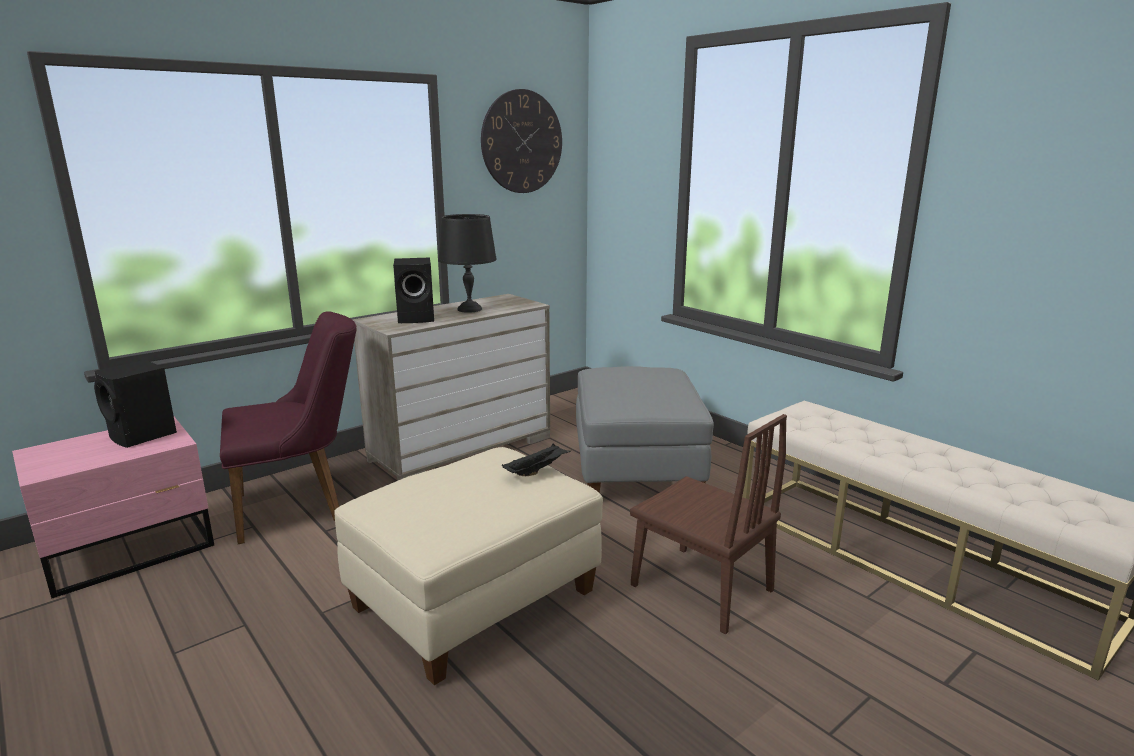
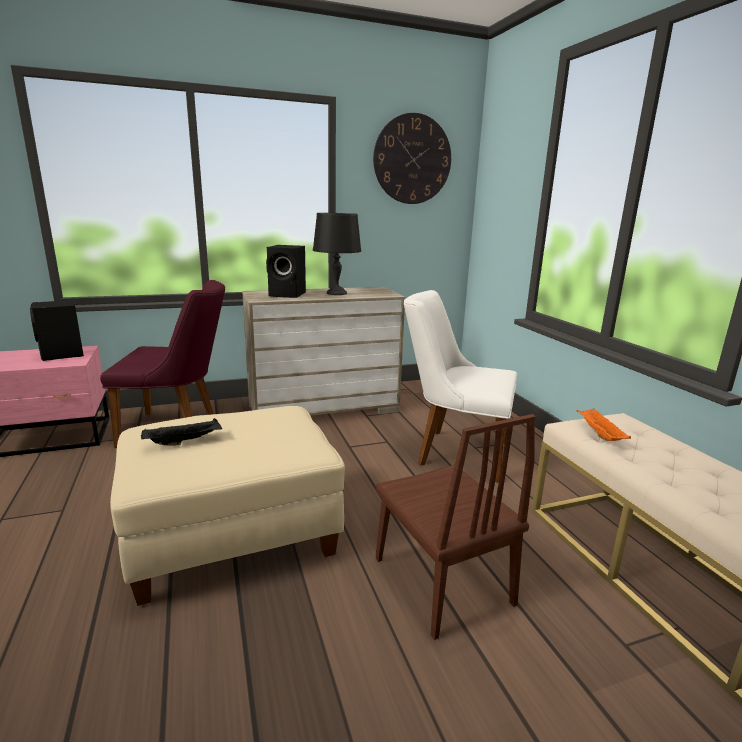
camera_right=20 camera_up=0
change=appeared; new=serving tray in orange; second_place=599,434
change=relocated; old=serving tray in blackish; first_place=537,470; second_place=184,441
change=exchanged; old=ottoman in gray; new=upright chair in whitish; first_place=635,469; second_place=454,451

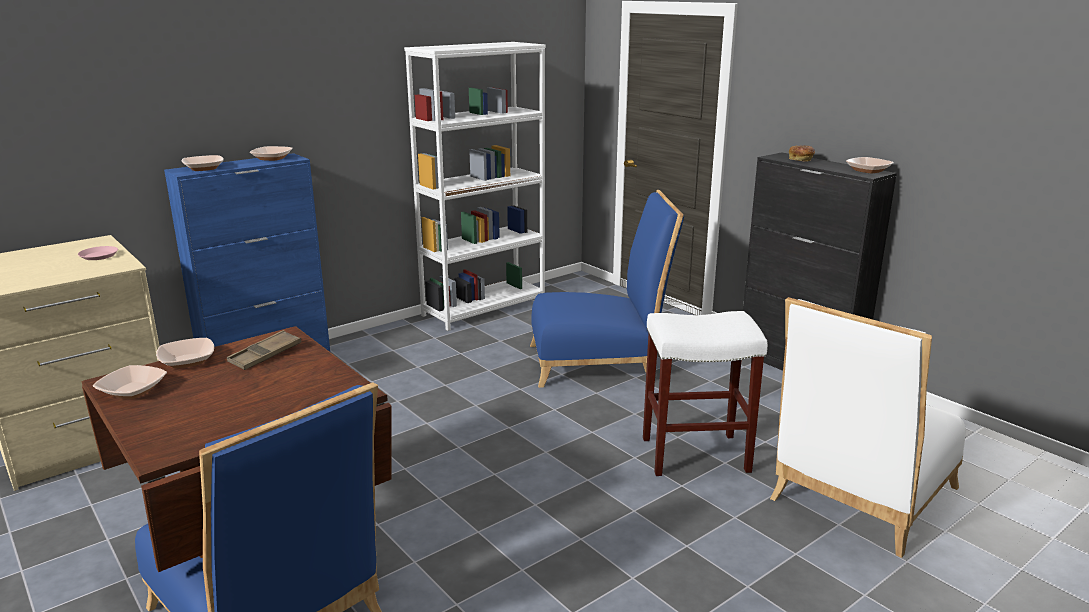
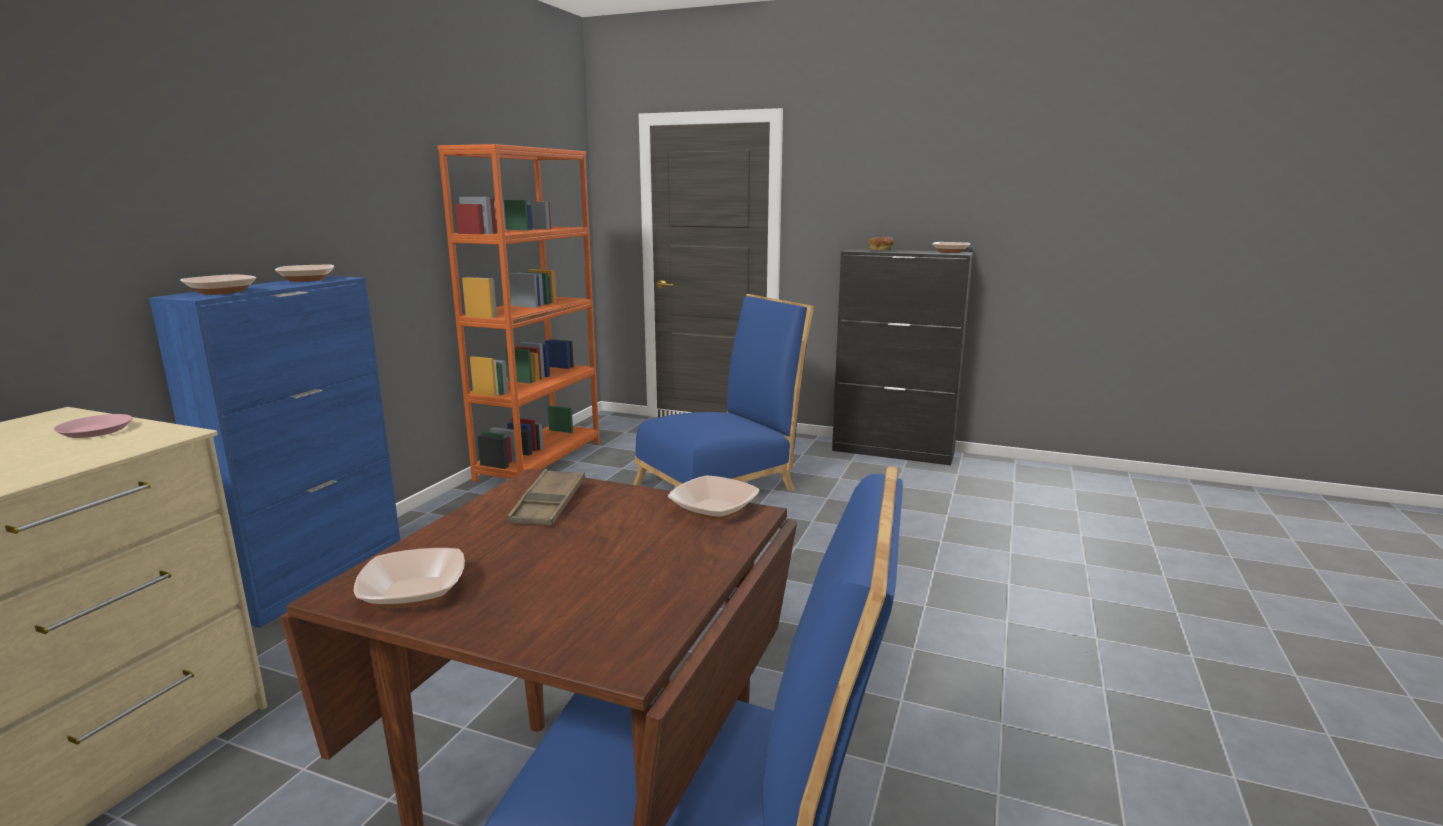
camera_right=-30 camera_up=-5
change=missing; old=stool in whitish; first_place=693,455
change=missing; old=upright chair in whitish; first_place=859,498
change=relocated; old=serving bowl; first_place=187,361; second_place=714,509
change=colour; old=bookcase in whitish; new=bookcase in orange; first_place=484,308; second_place=540,461

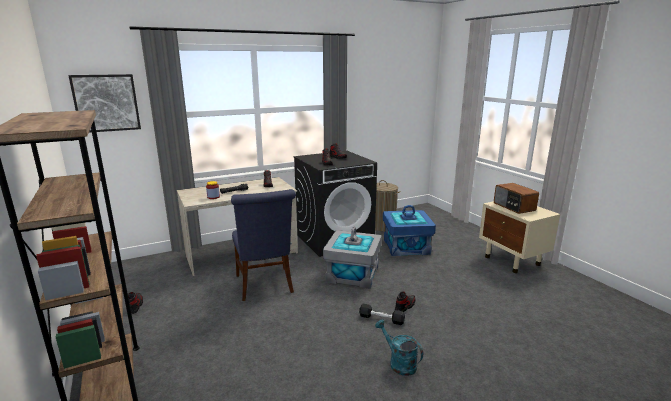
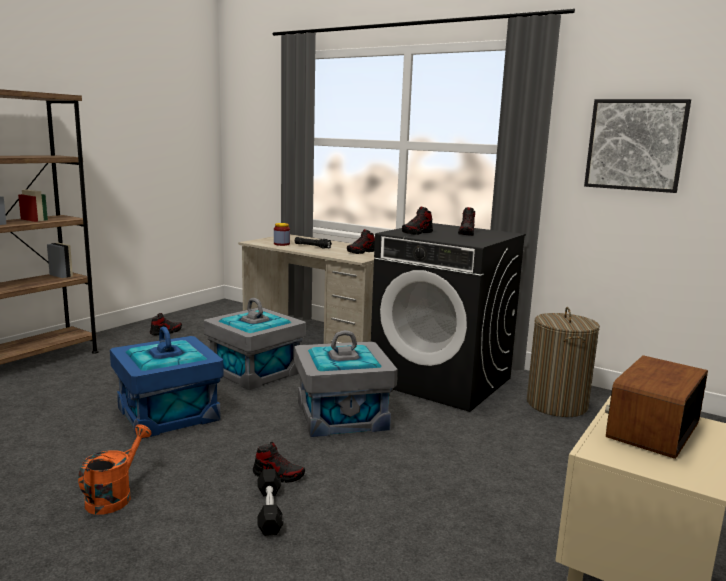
camera_right=60 camera_up=-5
change=relocated; old=wall picture; first_place=106,103; second_place=635,145
change=relocated; old=dumbbell in blackish; first_place=381,319; second_place=269,510
change=relocated; old=storage container in blue-coloured; first_place=406,246; second_place=169,413
change=exchanged; old=upright chair in blue-coloured; new=storage container in gray; first_place=265,285; second_place=254,372
change=colour; old=watering pot in turquoise; new=watering pot in orange; first_place=399,363; second_place=114,496

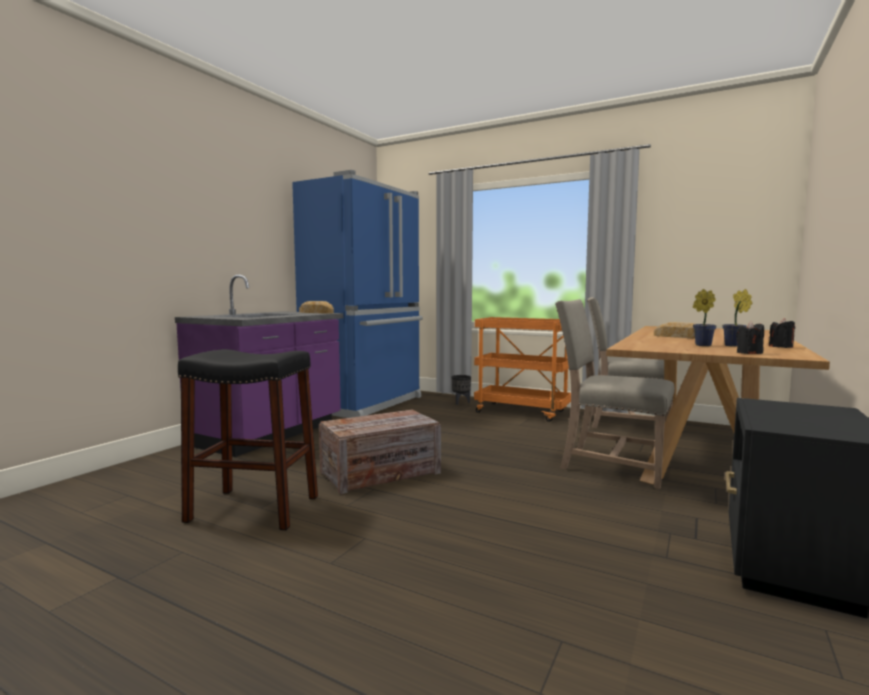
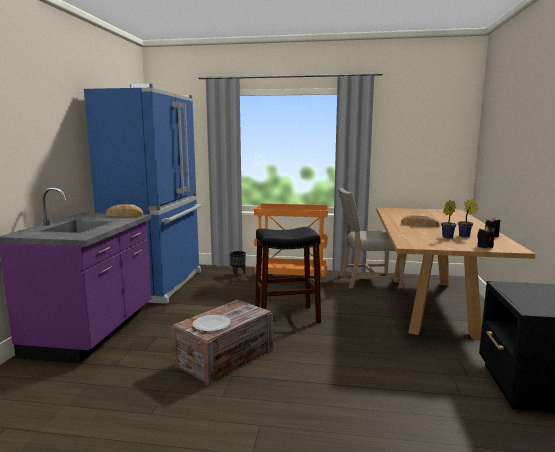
camera_right=-20 camera_up=5
change=missing; old=upright chair in sand-coloured; first_place=611,465
change=appeared; new=flat dish; second_place=212,325
change=relocated; old=stool in blackish; first_place=254,508; second_place=286,316

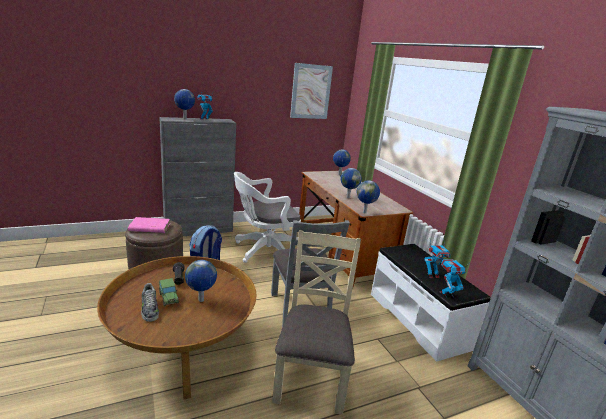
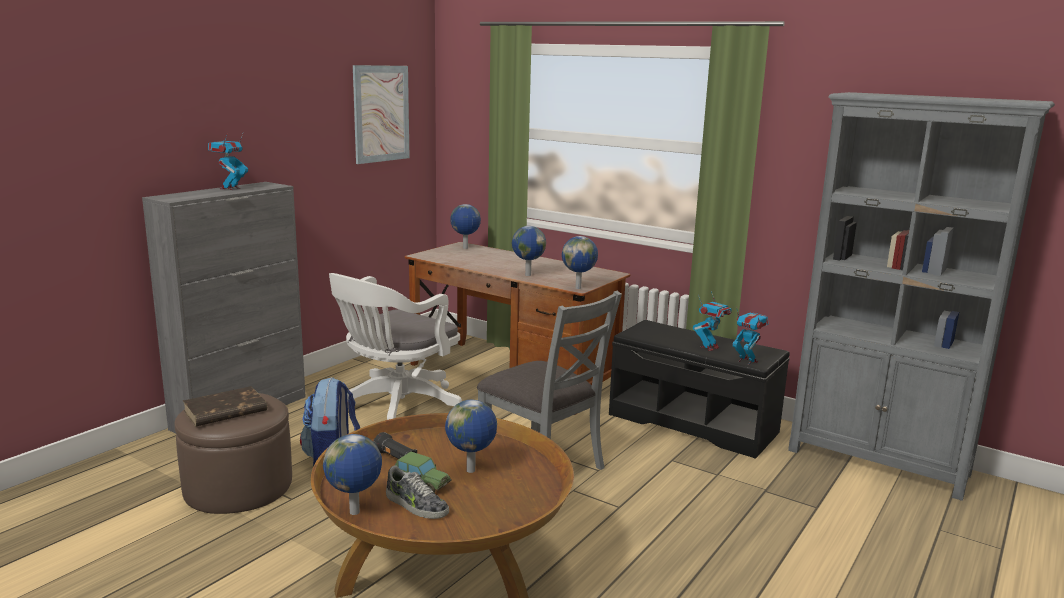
camera_right=-30 camera_up=-5
change=missing; old=upright chair in sand-coloured; first_place=311,376
change=relocated; old=globe; first_place=185,119; second_place=355,513
change=colour; old=volume in pinkish; new=volume in brownish; first_place=149,227; second_place=224,411
change=colour; old=long seat in whitish; new=long seat in blackish; first_place=418,319; second_place=693,423
change=spun; old=robot figure; first_place=446,294; second_place=747,361; degrees=90

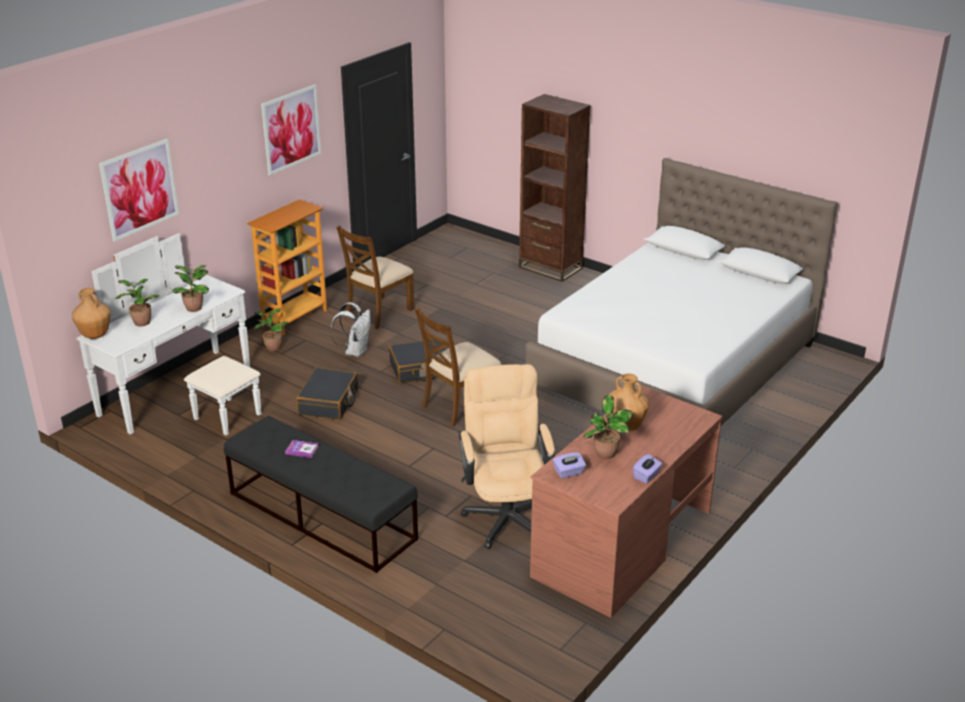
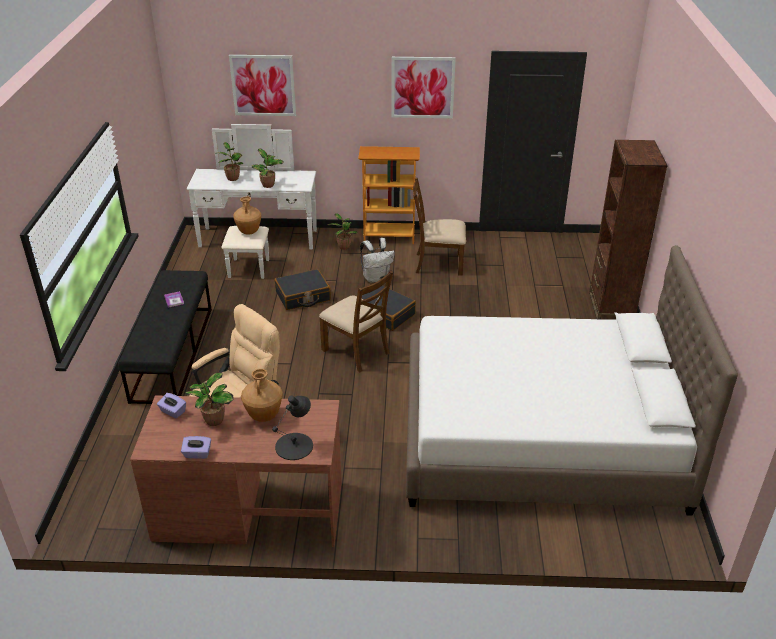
camera_right=55 camera_up=5
change=appeared; new=tabletop lamp in blackish; second_place=295,446
change=relocated; old=vase in brownish; first_place=95,335; second_place=249,232
change=spun; old=upright chair in brownish; first_place=459,405; second_place=356,351; degrees=-150

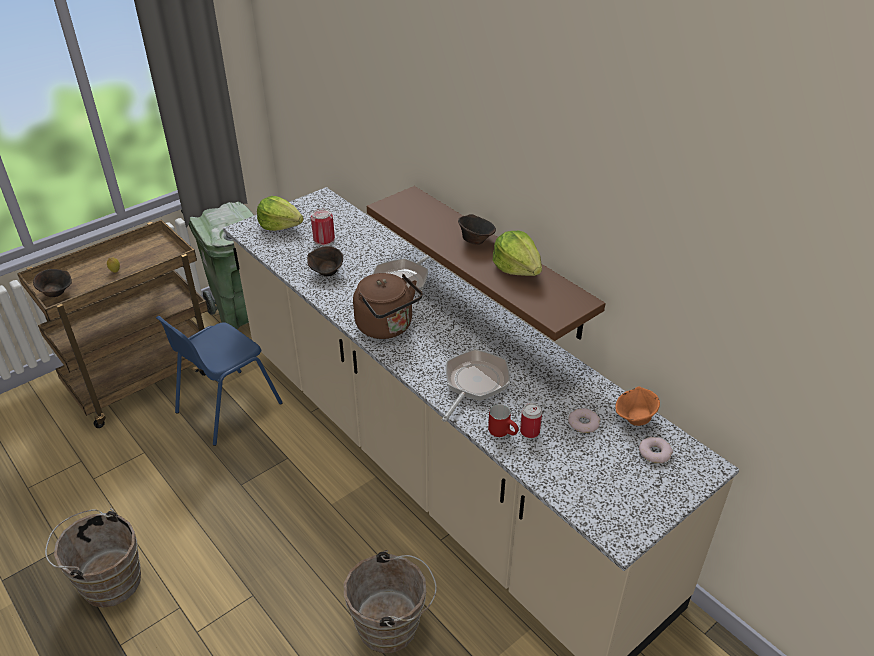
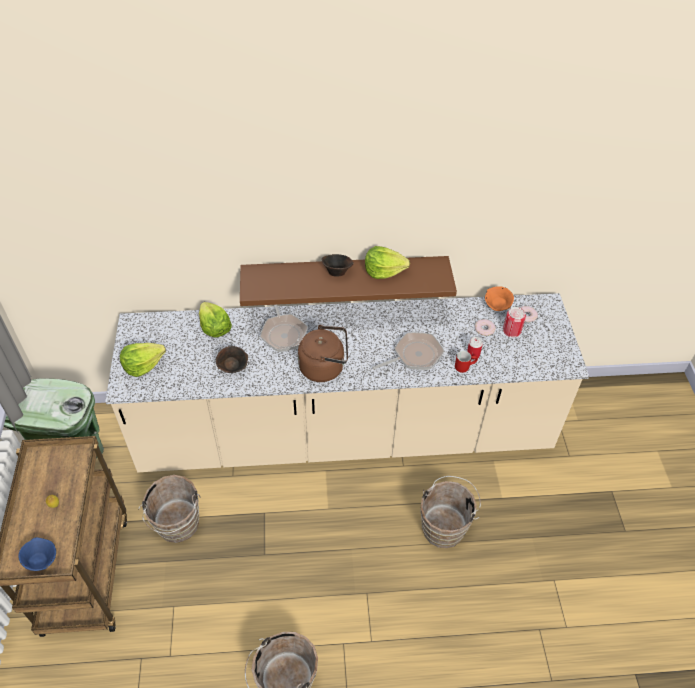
camera_right=-55 camera_up=10
change=appeared; new=head of lettuce; second_place=214,328
change=relocated; old=can; first_place=324,239; second_place=512,330
change=exchanged; old=upright chair in blue-coloured; new=water bucket in brownish; first_place=227,407; second_place=177,527
change=colour; old=serving bowl in brownish; new=serving bowl in blue-coloured; first_place=57,293; second_place=41,561
change=spun; old=frying pan; first_place=474,383; second_place=414,355; degrees=90

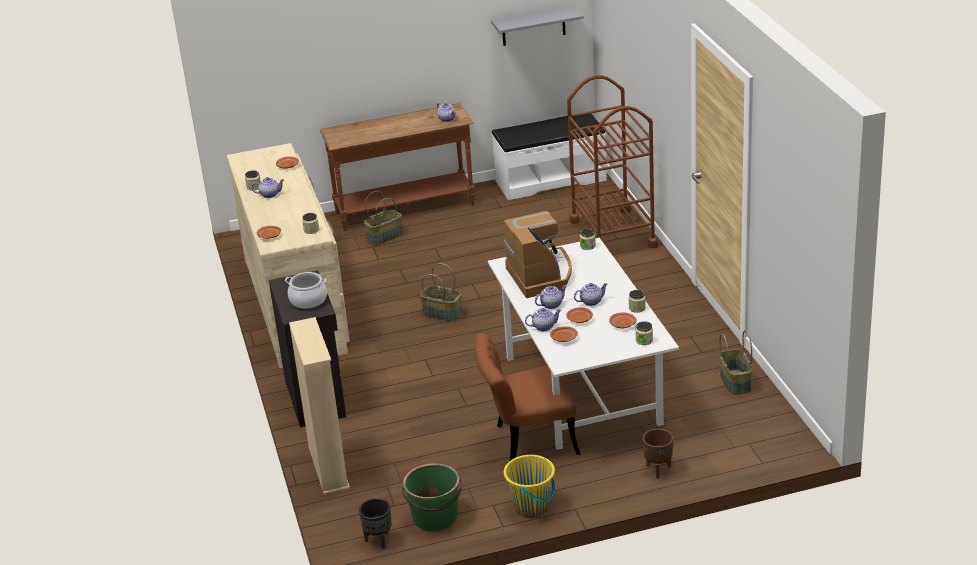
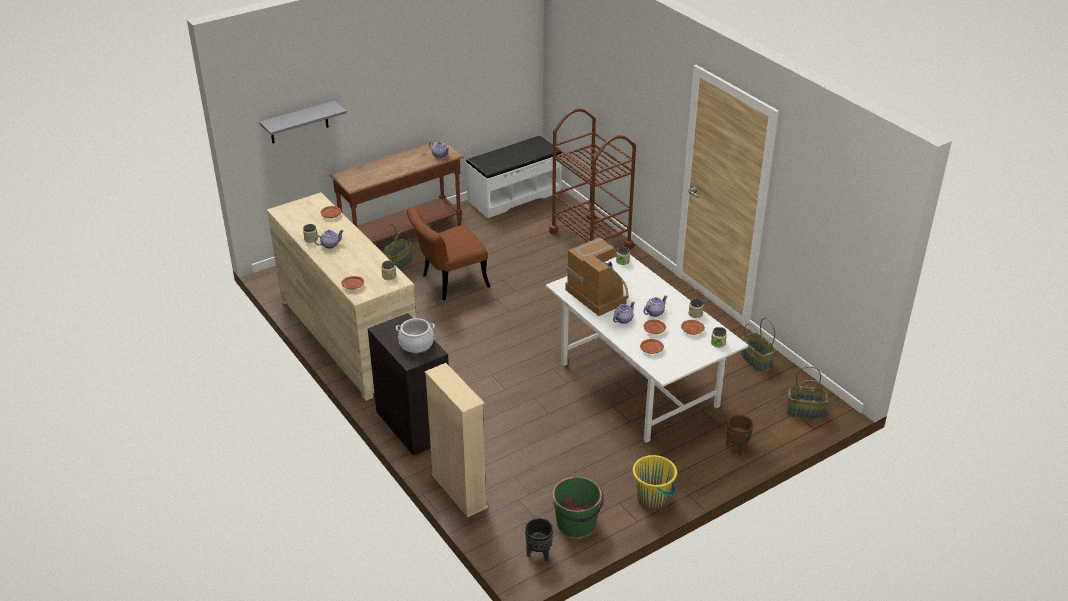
camera_right=-20 camera_up=5
change=missing; old=teapot; first_place=544,327
change=relocated; old=household basket; first_place=443,313; second_place=805,411
change=relocated; old=upright chair in brownish; first_place=527,441; second_place=448,283
change=relocated; old=shelf in gray; first_place=533,26; second_place=299,123

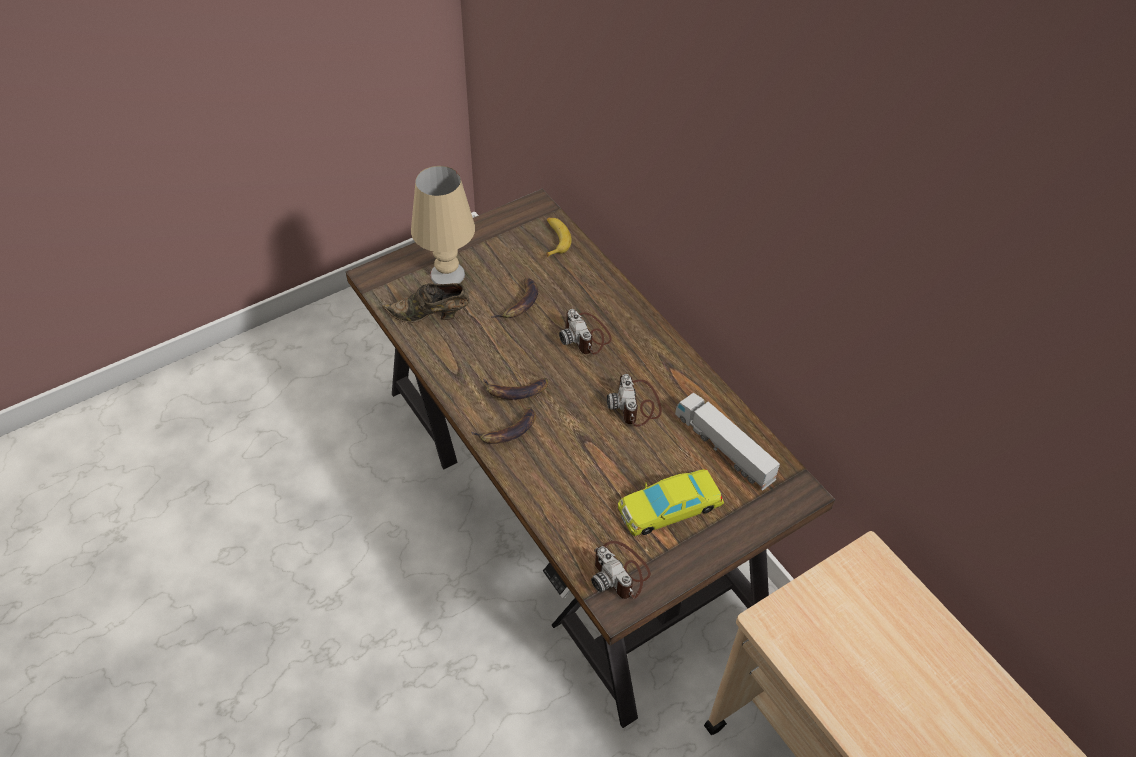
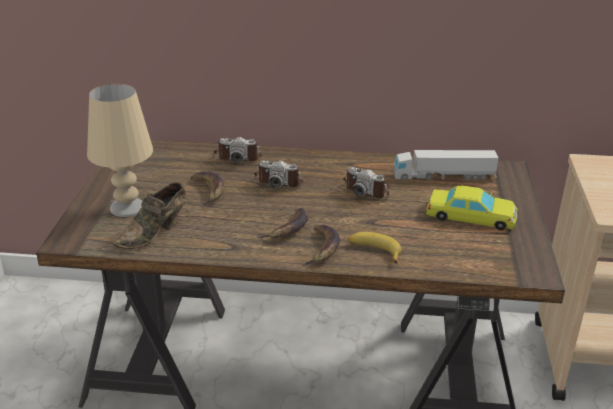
camera_right=-50 camera_up=-20
change=relocated; old=banana; first_place=555,239; second_place=374,251
change=relocated; old=still camera; first_place=620,572; second_place=238,156
change=spun; old=model car in yellow; first_place=669,506; second_place=471,216; degrees=-90

